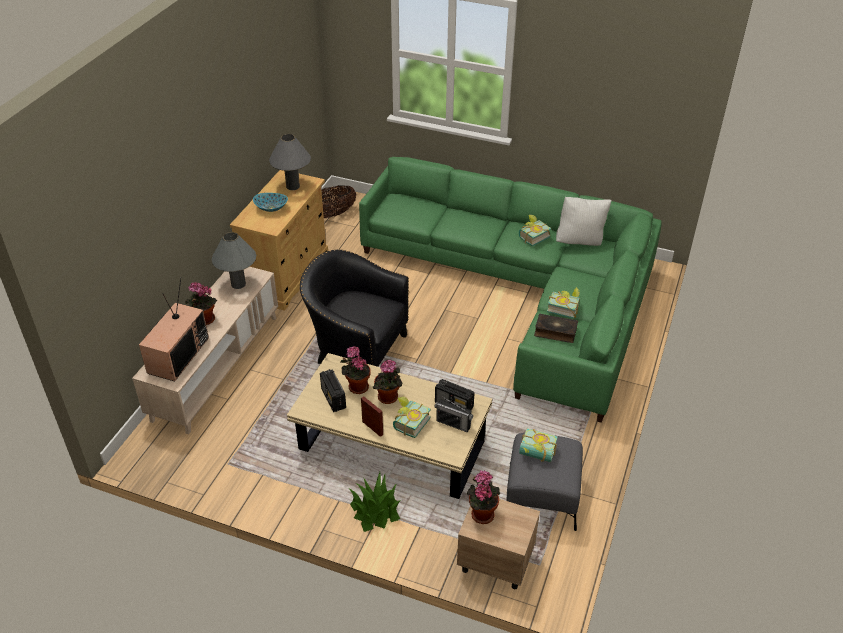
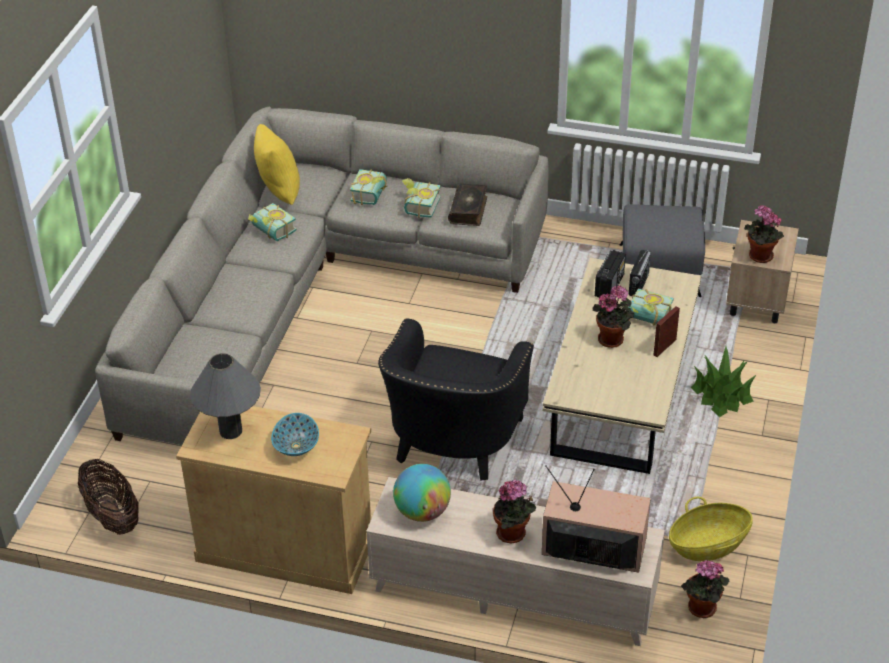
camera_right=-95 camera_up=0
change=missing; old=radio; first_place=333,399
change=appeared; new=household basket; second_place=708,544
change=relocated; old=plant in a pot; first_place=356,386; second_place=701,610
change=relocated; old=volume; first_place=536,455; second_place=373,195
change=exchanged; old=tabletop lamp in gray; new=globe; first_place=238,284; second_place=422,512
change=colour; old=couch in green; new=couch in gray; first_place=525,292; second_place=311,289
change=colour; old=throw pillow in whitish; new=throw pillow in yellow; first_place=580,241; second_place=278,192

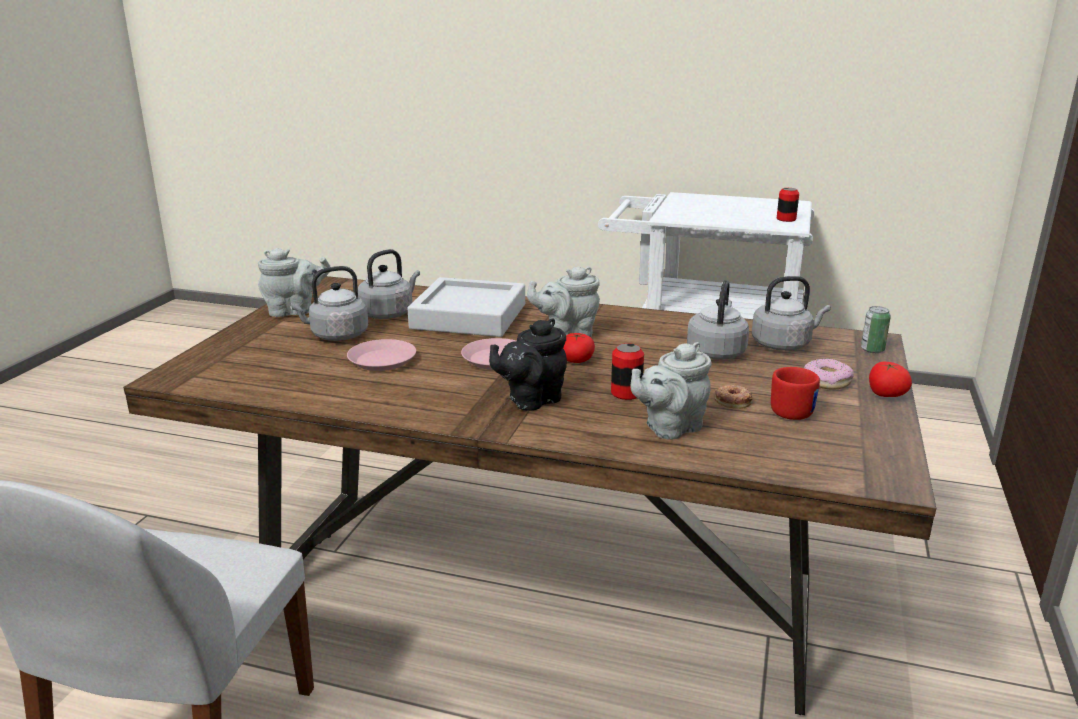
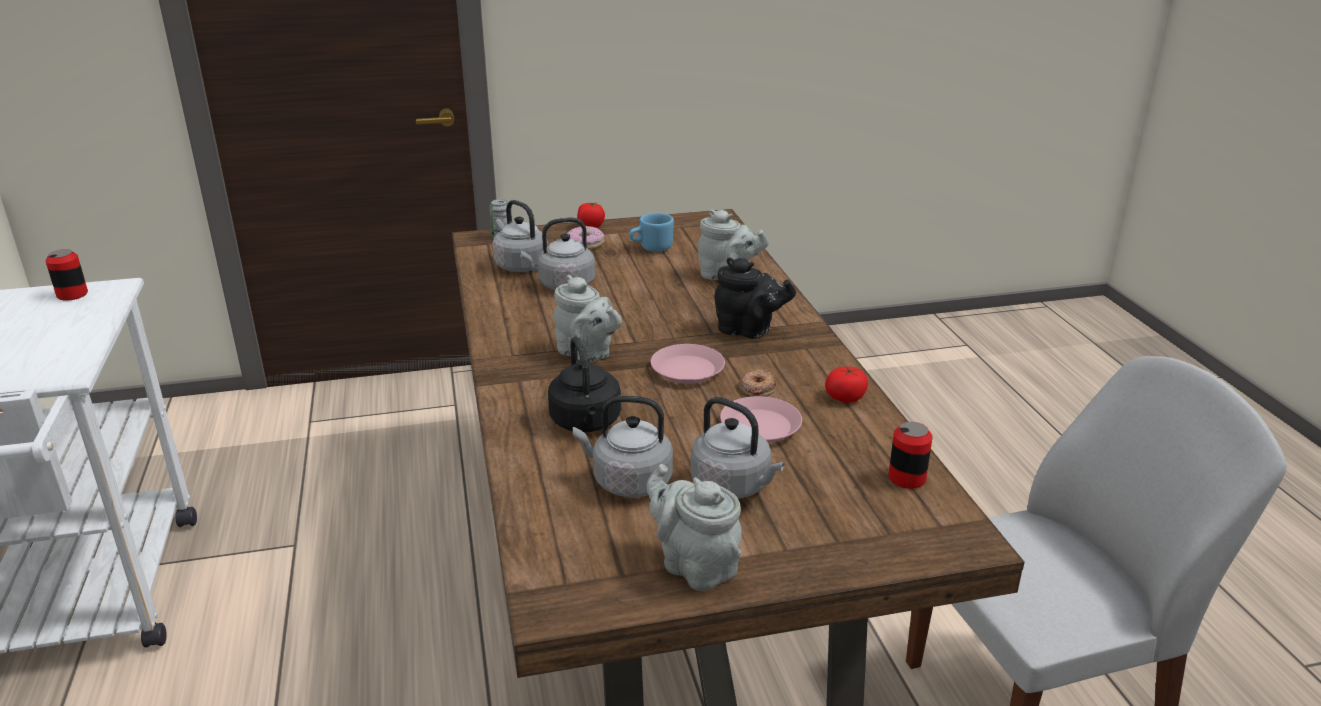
camera_right=-120 camera_up=5
change=relocated; old=whole tomato; first_place=577,360; second_place=845,397
change=relocated; old=can; first_place=626,393; second_place=907,478
change=relocated; old=donut; first_place=733,400; second_place=757,388
change=exchanged; old=serving tray in gray; new=water kettle in blackish; first_place=469,316; second_place=586,423
change=colour; old=tea mug in red; new=tea mug in blue-coloured; first_place=791,410; second_place=651,248

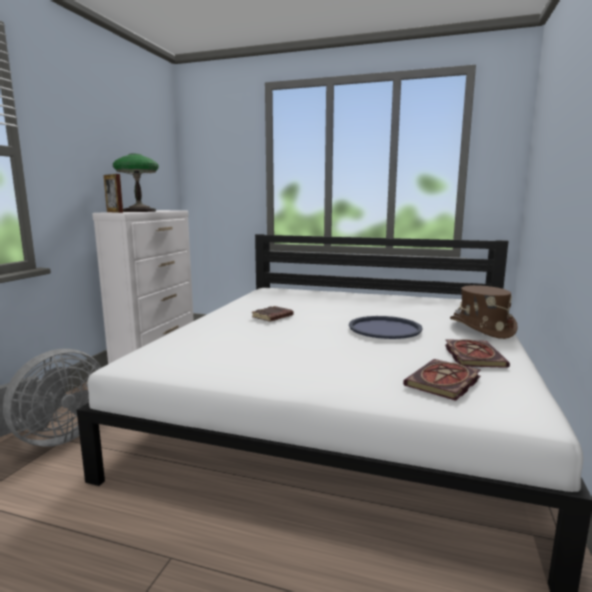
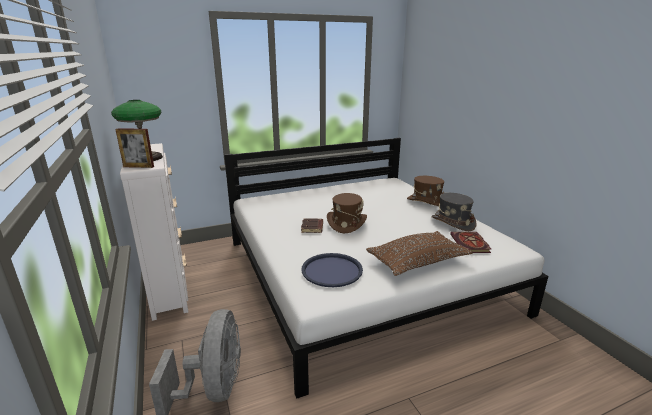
camera_right=-40 camera_up=10
change=appeared; new=wearable hat in brownish; second_place=346,223
change=appeared; new=throw pillow in brownish; second_place=417,262
change=relocated; old=serving tray in blue-coloured; first_place=385,328; second_place=332,270
change=exchanged; old=volume; new=wearable hat in gray; first_place=472,355; second_place=452,222

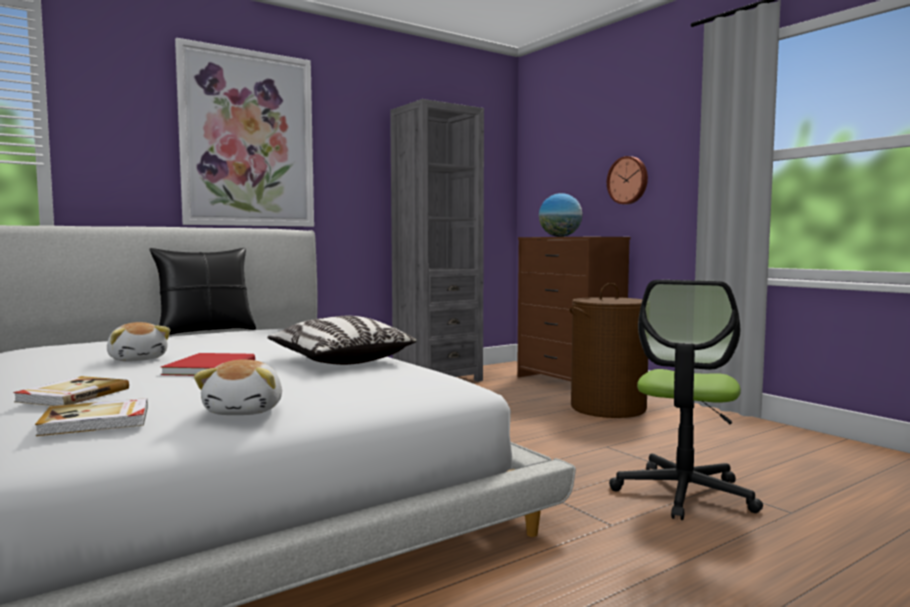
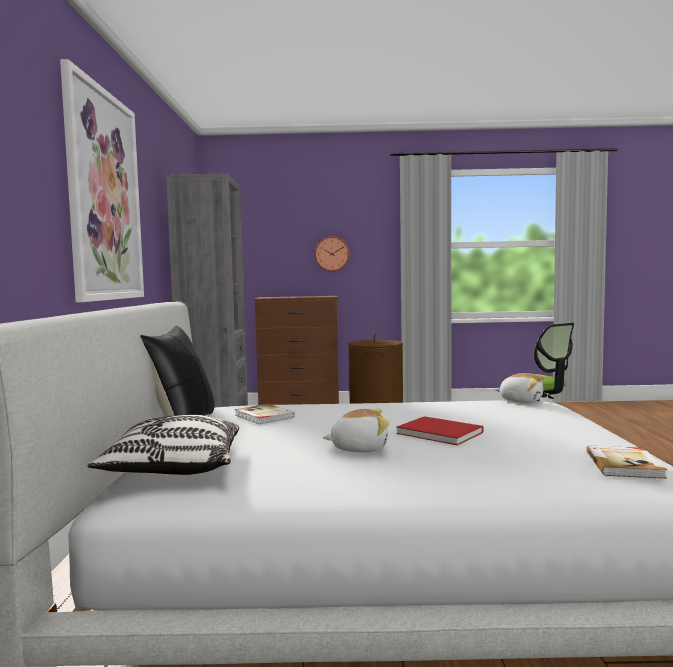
camera_right=-55 camera_up=0
change=missing; old=globe; first_place=560,236
change=relocated; old=volume; first_place=72,395; second_place=263,416
change=relocated; old=cuddly toy; first_place=246,411; second_place=521,400
change=relocated; old=throw pillow; first_place=340,360; second_place=173,468

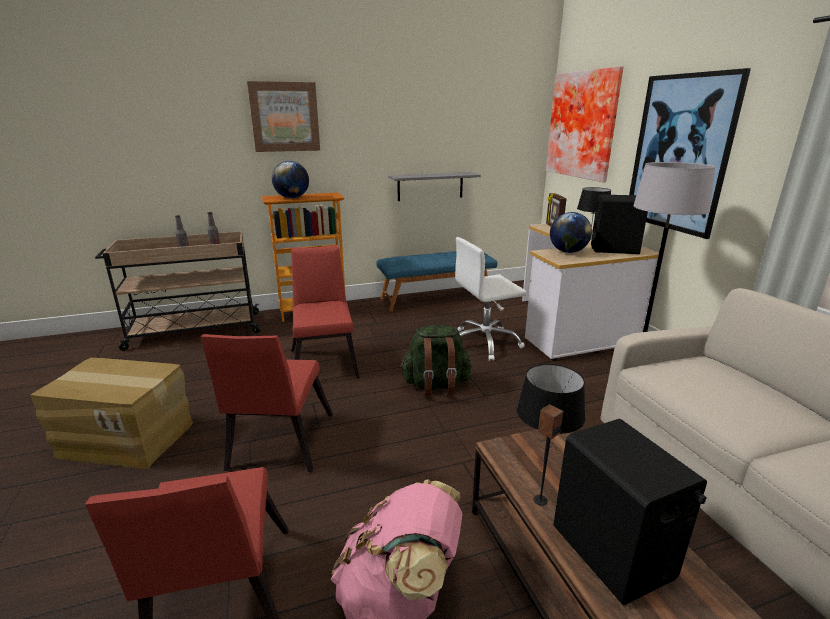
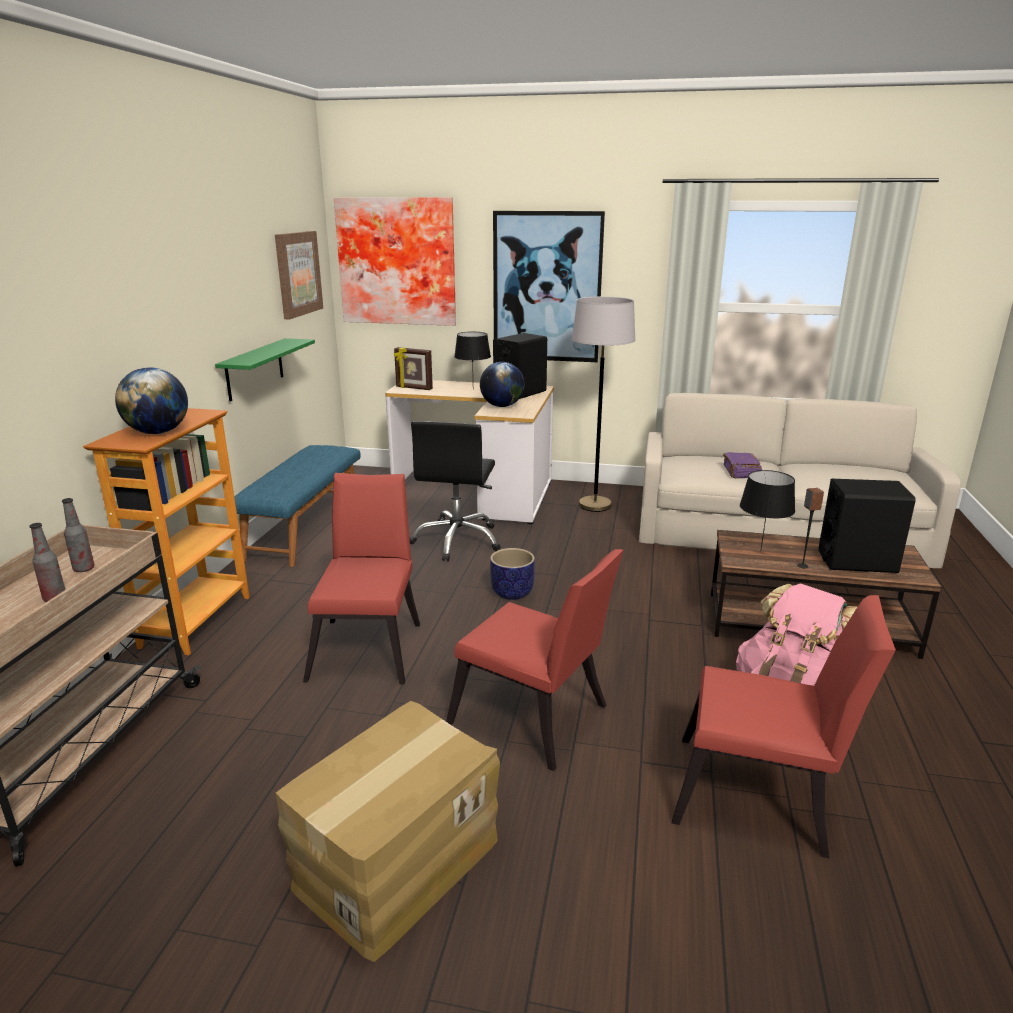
camera_right=-60 camera_up=0
change=appeared; new=volume in purple-coloured; second_place=740,472
change=relocated; old=wall picture; first_place=285,117; second_place=297,273
change=exchanged; old=rucksack in green; new=planter; first_place=435,385; second_place=512,593
change=colour; old=shelf in gray; new=shelf in green; first_place=430,186; second_place=255,369
change=colour; old=office chair in whitish; new=office chair in blackish; first_place=484,343; second_place=457,540
change=spun; old=upright chair in red; first_place=325,360; second_place=369,646; degrees=75

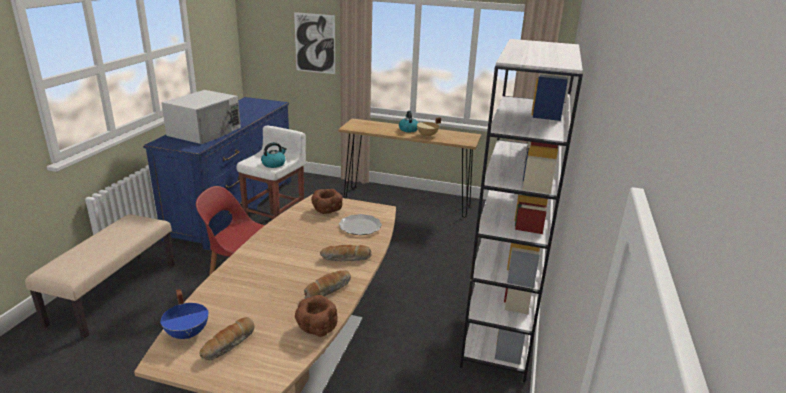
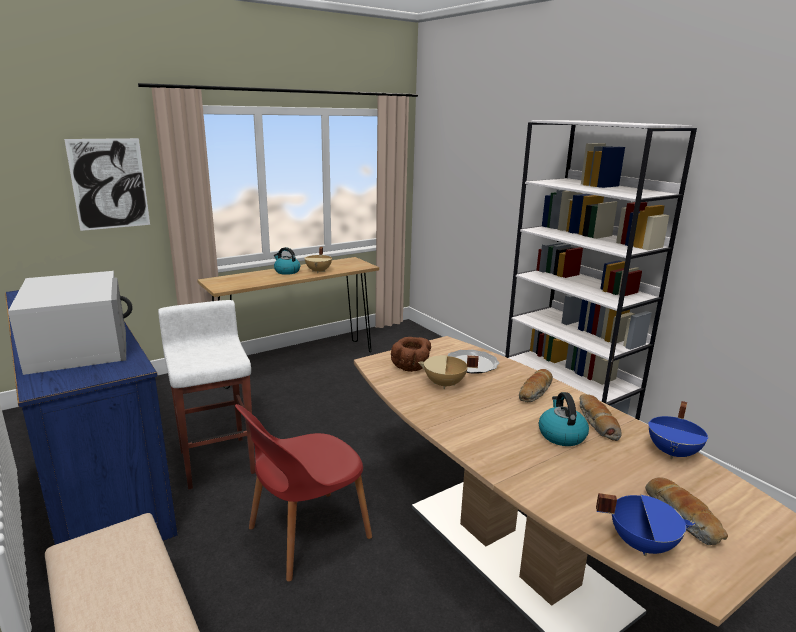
camera_right=-50 camera_up=-5
change=appeared; new=cooking pot in sand-coloured; second_place=444,384
change=relocated; old=water kettle; first_place=274,164; second_place=561,435
change=exchanged; old=serving bowl in brownish; new=cooking pot in blue-coloured; first_place=316,328; second_place=673,453

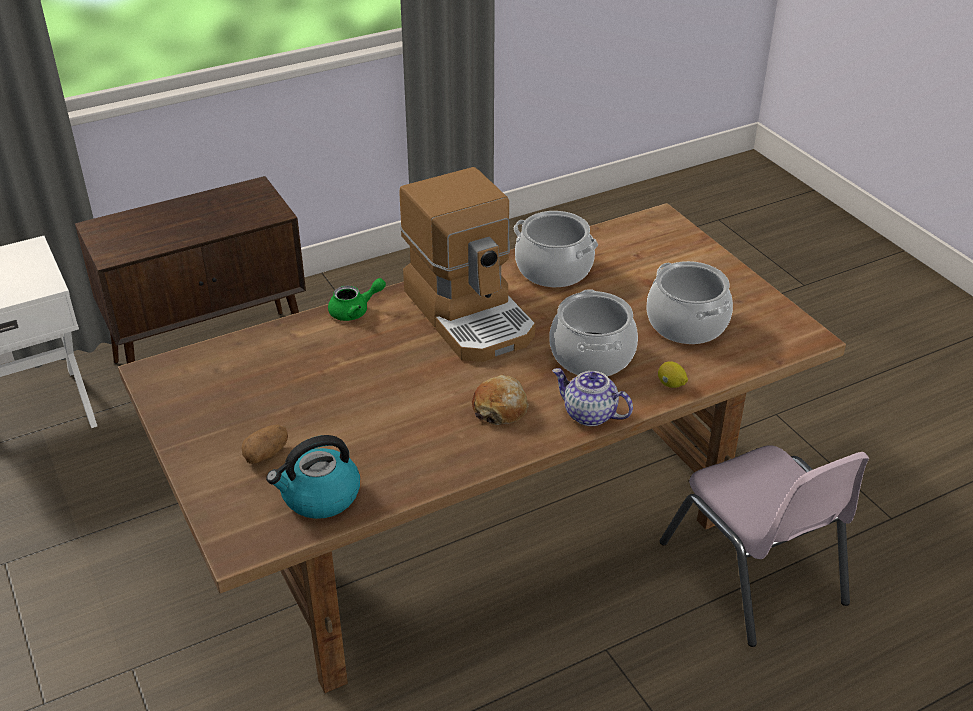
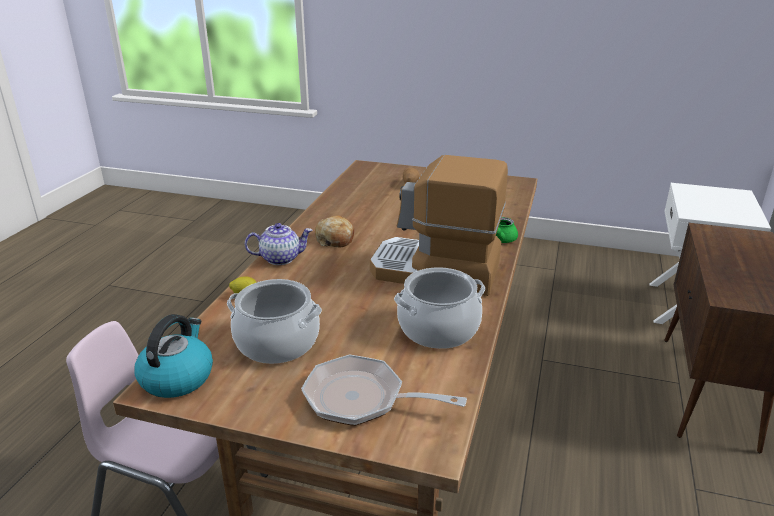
camera_right=135 camera_up=-10
change=missing; old=cooking pot; first_place=591,355
change=appeared; new=frying pan; second_place=362,399
change=relocated; old=water kettle; first_place=319,497; second_place=177,377

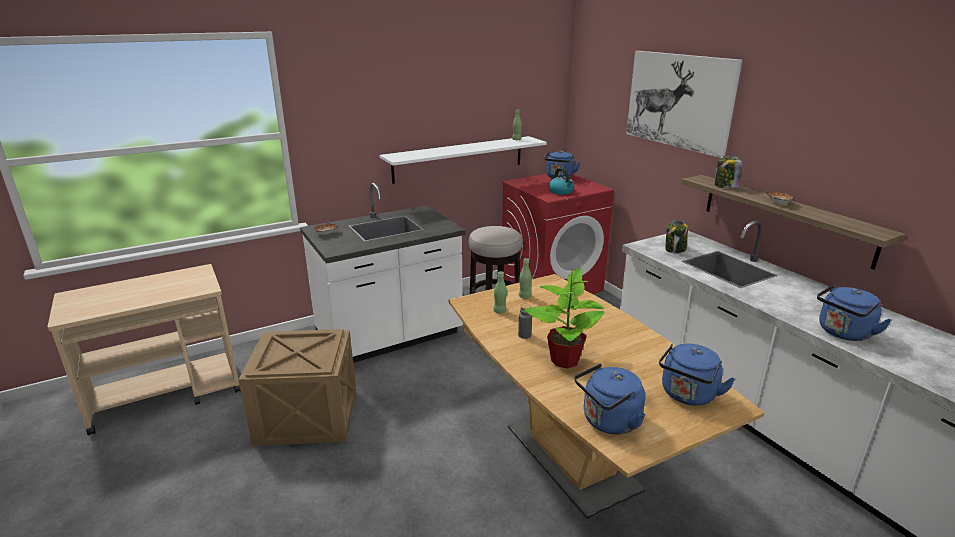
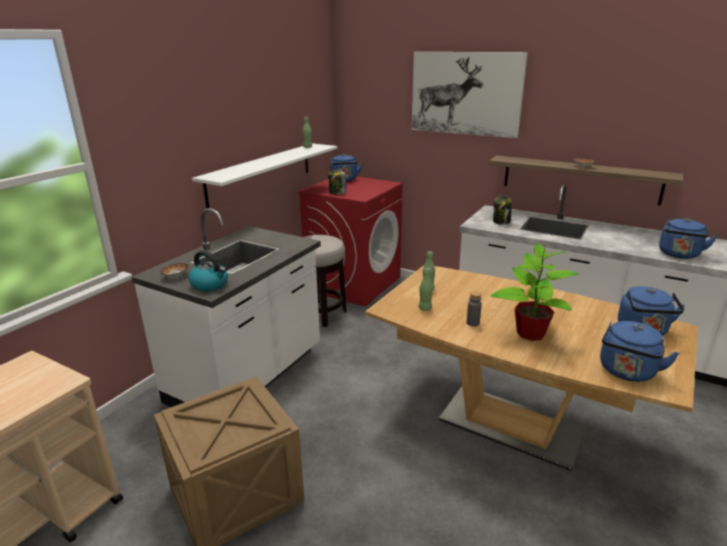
camera_right=-30 camera_up=0
change=relocated; old=water kettle; first_place=561,192; second_place=210,284
change=relocated; old=preserve jar; first_place=725,186; second_place=337,193

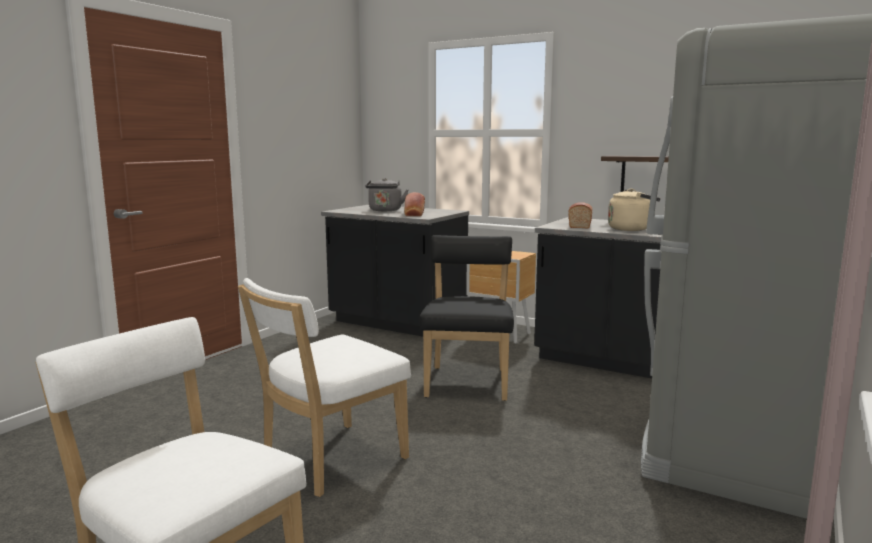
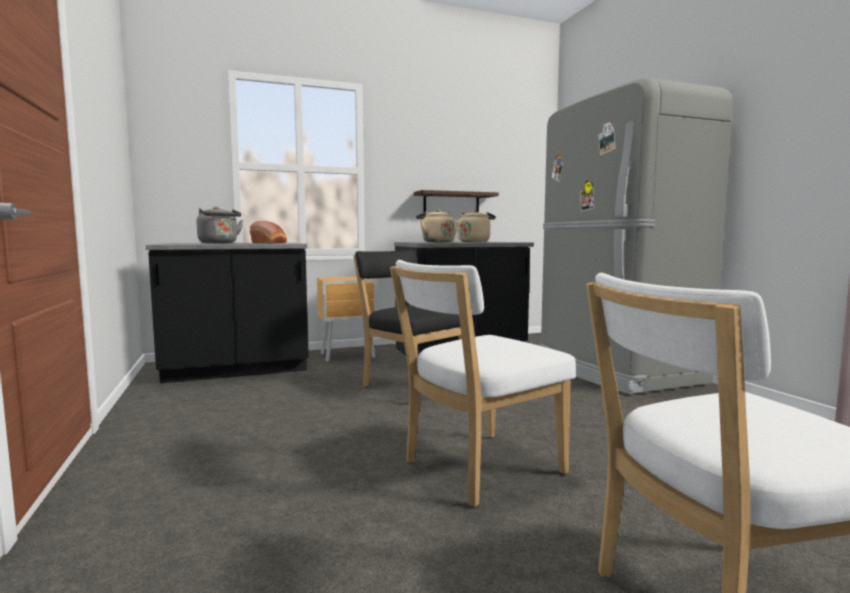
camera_right=-50 camera_up=-5
change=exchanged; old=baked bread; new=water kettle in sand-coloured; first_place=580,225; second_place=436,242
change=spun; old=upright chair in whitish; first_place=329,461; second_place=477,469; degrees=60

